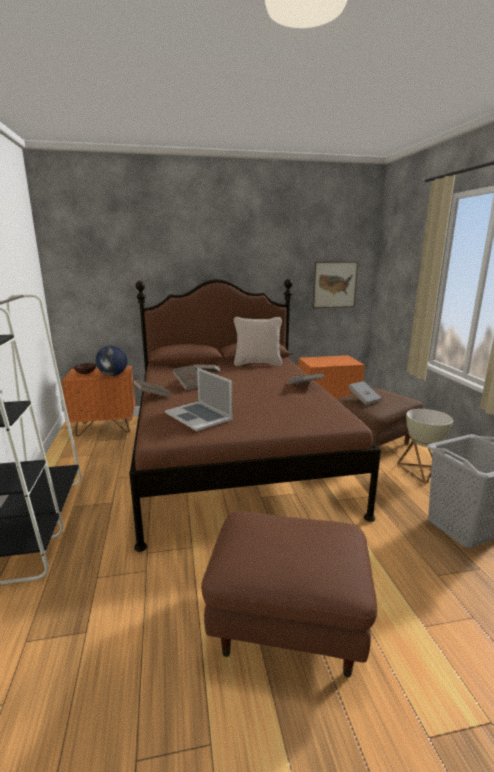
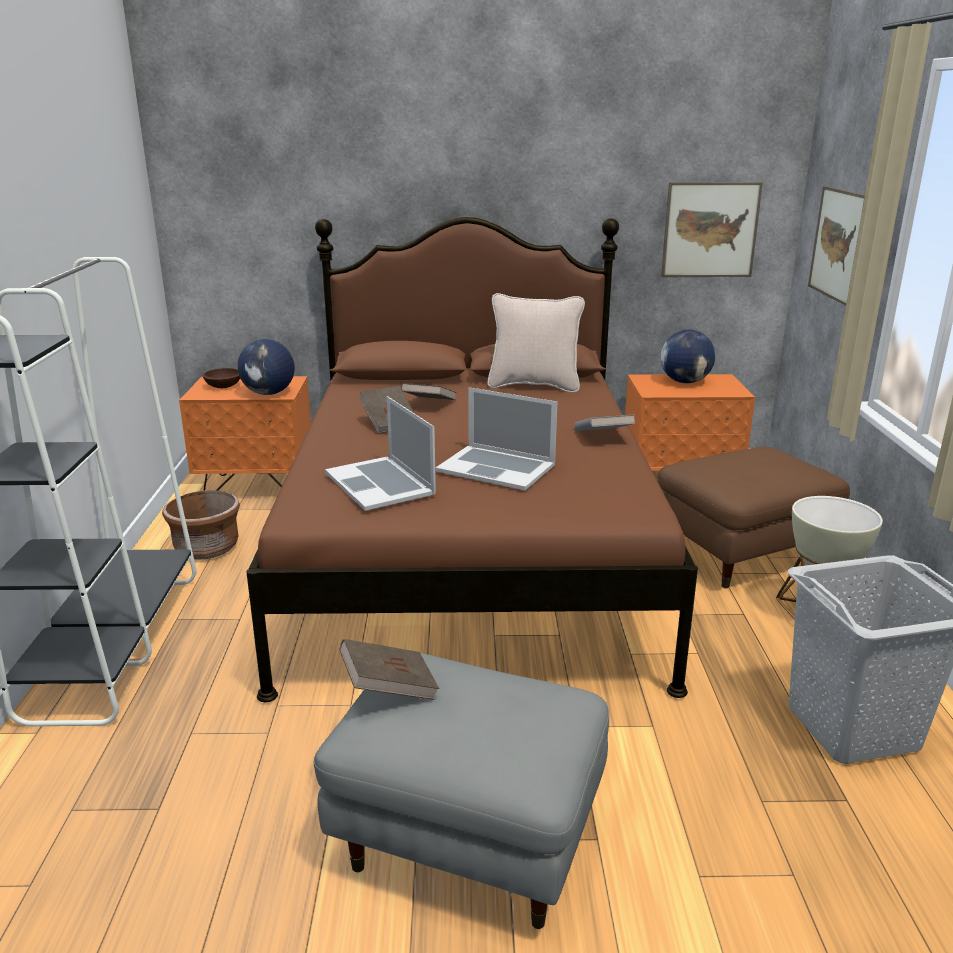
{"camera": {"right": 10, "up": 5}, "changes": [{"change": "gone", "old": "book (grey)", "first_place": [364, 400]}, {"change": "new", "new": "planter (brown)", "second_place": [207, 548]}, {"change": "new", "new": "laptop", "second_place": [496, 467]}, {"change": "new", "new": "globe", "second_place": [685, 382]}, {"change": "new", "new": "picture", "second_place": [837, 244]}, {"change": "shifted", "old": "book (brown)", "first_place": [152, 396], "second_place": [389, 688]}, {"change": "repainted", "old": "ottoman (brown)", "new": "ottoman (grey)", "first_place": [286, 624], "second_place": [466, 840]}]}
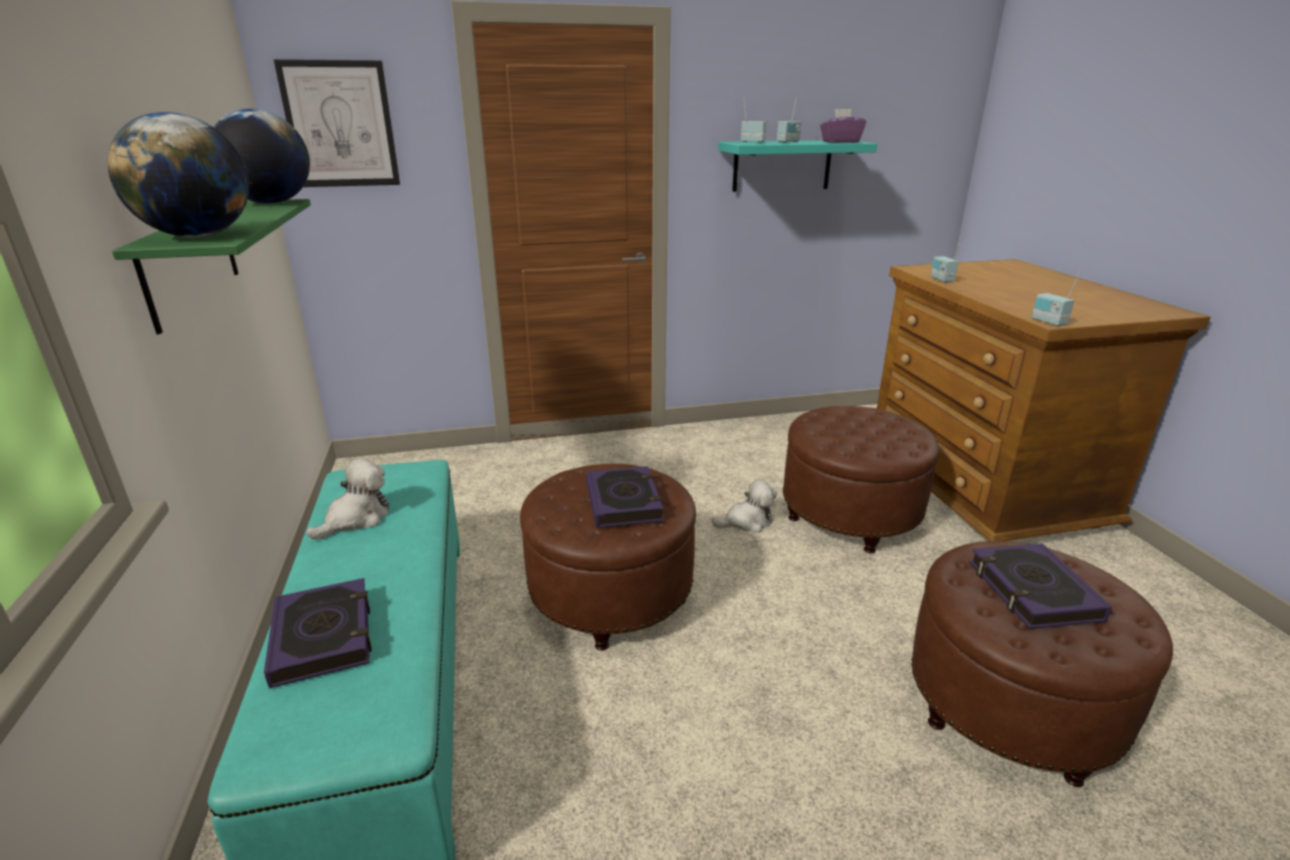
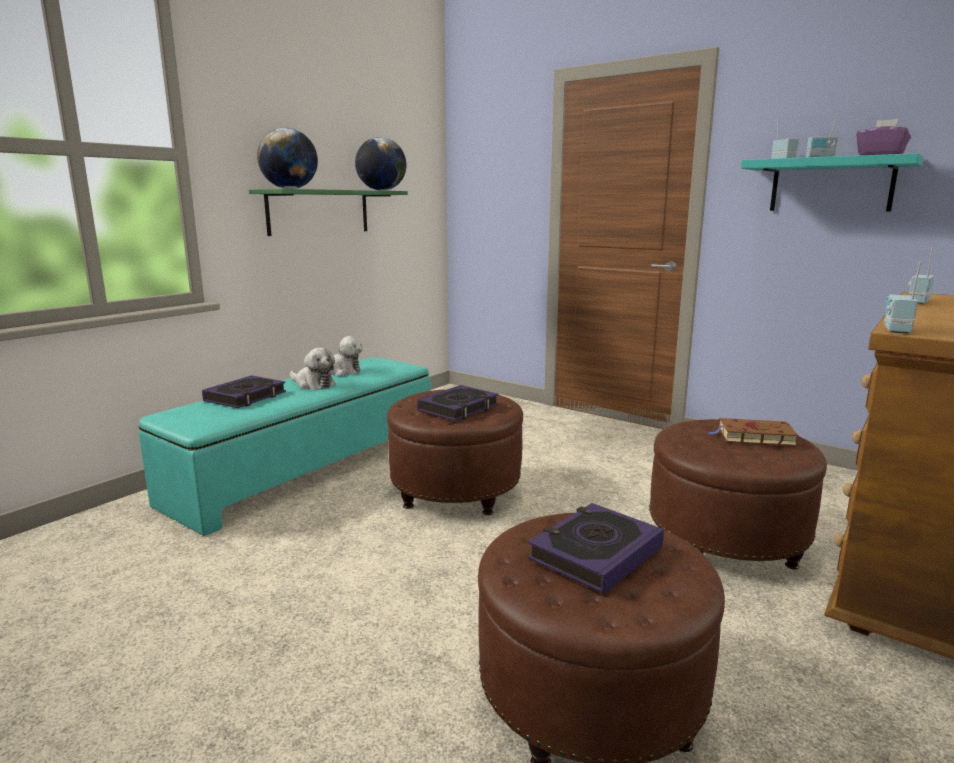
{"camera": {"right": 50, "up": -10}, "changes": [{"change": "gone", "old": "picture", "first_place": [340, 125]}, {"change": "new", "new": "book (brown)", "second_place": [753, 436]}, {"change": "shifted", "old": "plush toy", "first_place": [747, 522], "second_place": [313, 384]}]}
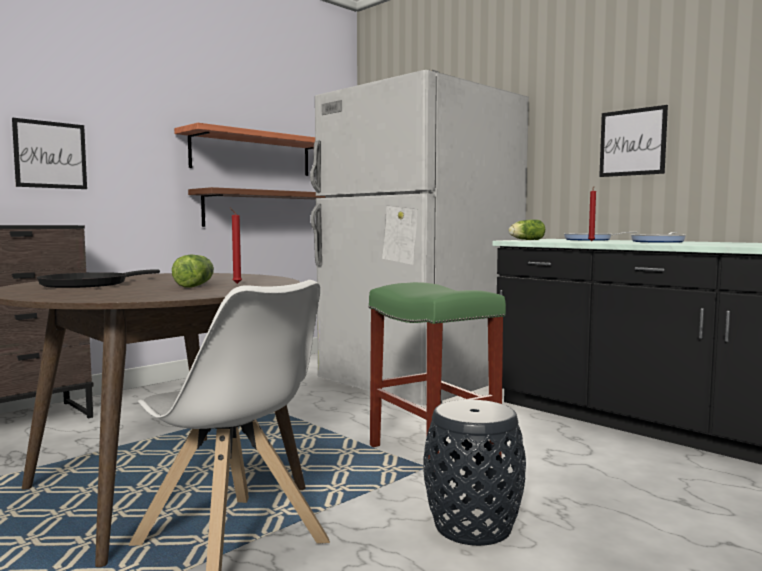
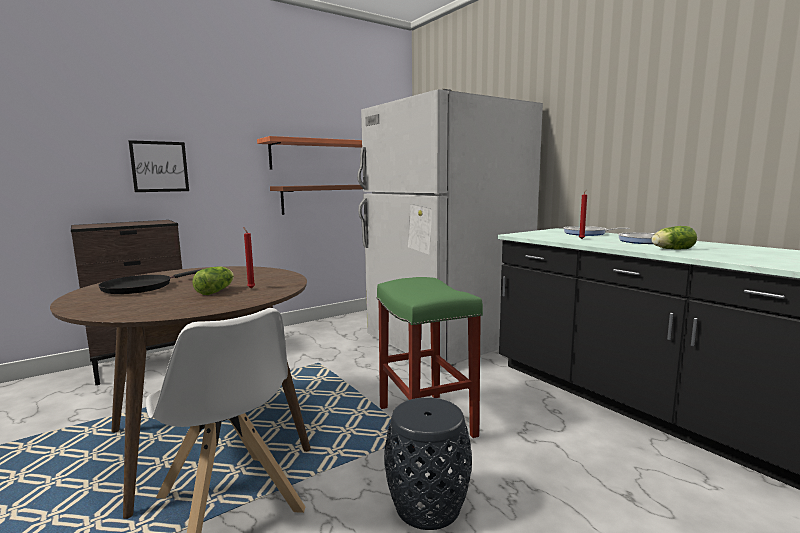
{"camera": {"right": 10, "up": 5}, "changes": [{"change": "gone", "old": "picture", "first_place": [632, 142]}, {"change": "shifted", "old": "lettuce", "first_place": [525, 240], "second_place": [671, 249]}]}
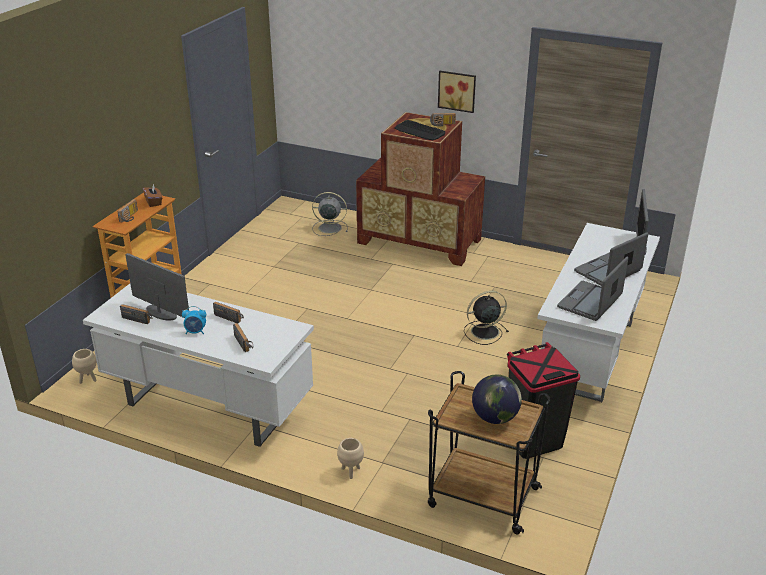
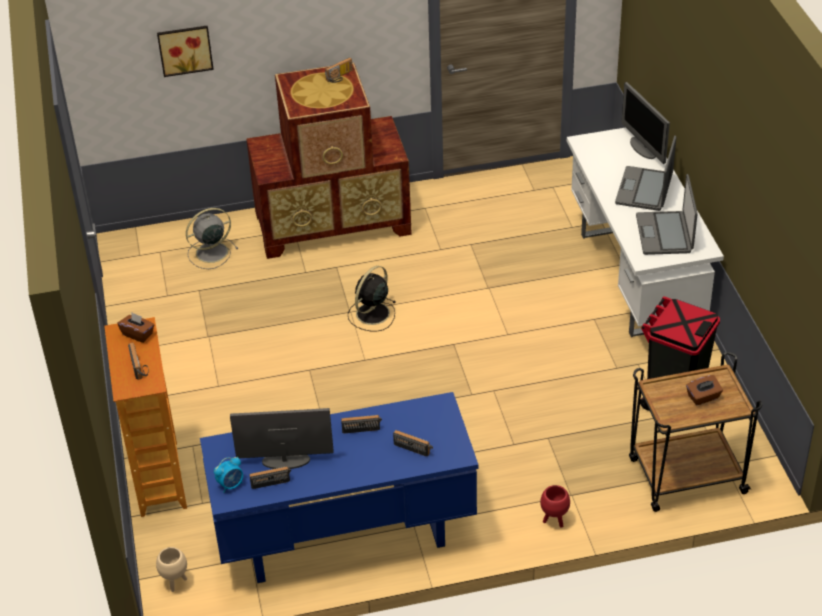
{"camera": {"right": -35, "up": 10}, "changes": [{"change": "gone", "old": "keyboard", "first_place": [419, 131]}, {"change": "shifted", "old": "alarm clock", "first_place": [196, 332], "second_place": [231, 485]}, {"change": "shifted", "old": "picture", "first_place": [457, 90], "second_place": [185, 49]}, {"change": "shifted", "old": "fan (black)", "first_place": [483, 332], "second_place": [372, 314]}, {"change": "swapped", "old": "globe", "new": "tissue box (brown)", "first_place": [495, 418], "second_place": [703, 397]}, {"change": "repainted", "old": "desk (white)", "new": "desk (blue)", "first_place": [207, 408], "second_place": [344, 538]}, {"change": "repainted", "old": "planter (beige)", "new": "planter (red)", "first_place": [351, 471], "second_place": [554, 520]}]}
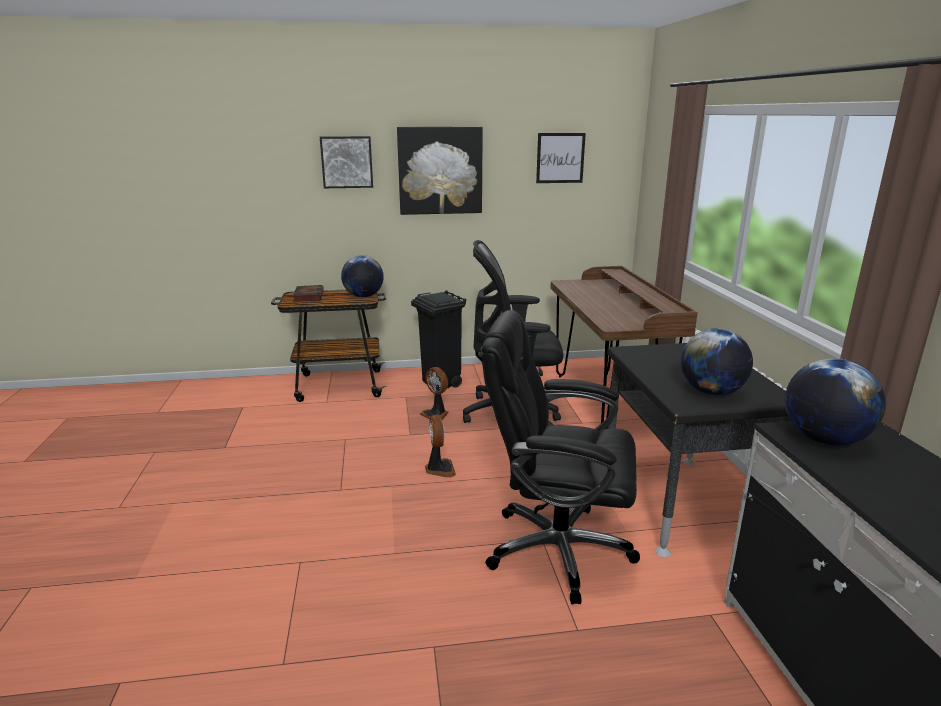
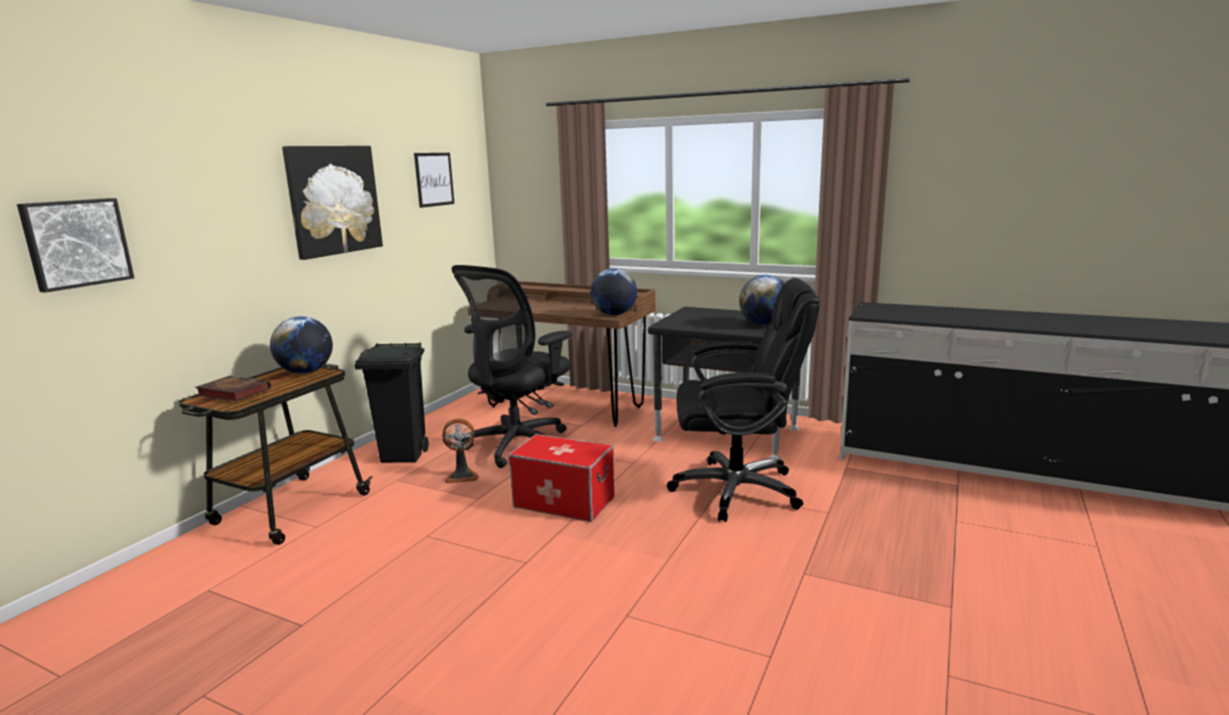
{"camera": {"right": -55, "up": -5}, "changes": [{"change": "shifted", "old": "picture", "first_place": [347, 162], "second_place": [76, 243]}, {"change": "shifted", "old": "globe", "first_place": [824, 440], "second_place": [614, 314]}, {"change": "swapped", "old": "fan", "new": "storage box", "first_place": [439, 469], "second_place": [563, 502]}, {"change": "rotated", "old": "office chair (black)", "first_place": [558, 549], "second_place": [736, 490], "degrees": -135}]}
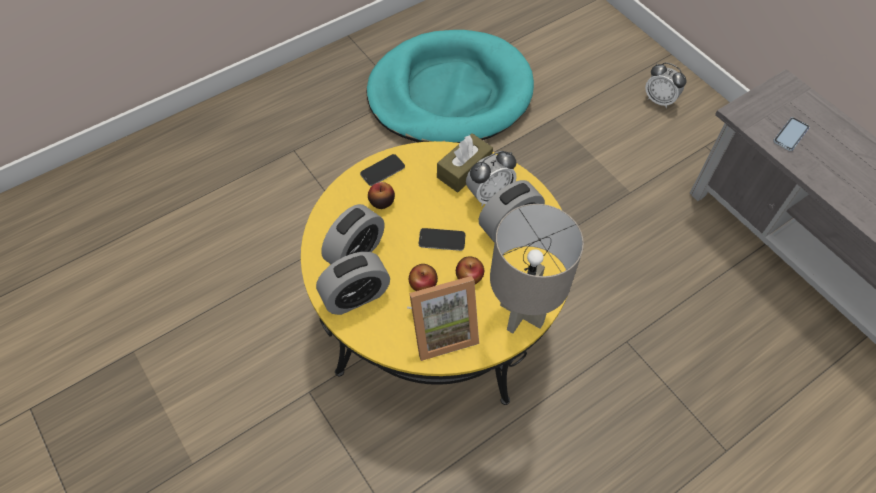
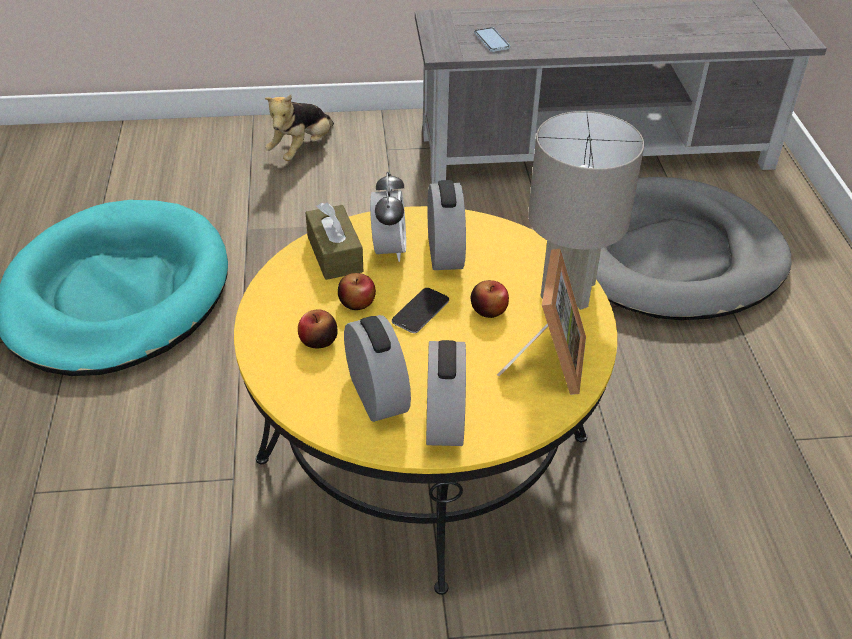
{"camera": {"right": -60, "up": -15}, "changes": [{"change": "gone", "old": "phone", "first_place": [382, 170]}, {"change": "new", "new": "dog bed (grey)", "second_place": [669, 256]}, {"change": "shifted", "old": "apple", "first_place": [423, 284], "second_place": [357, 302]}, {"change": "swapped", "old": "alarm clock", "new": "plush toy", "first_place": [659, 100], "second_place": [302, 149]}]}
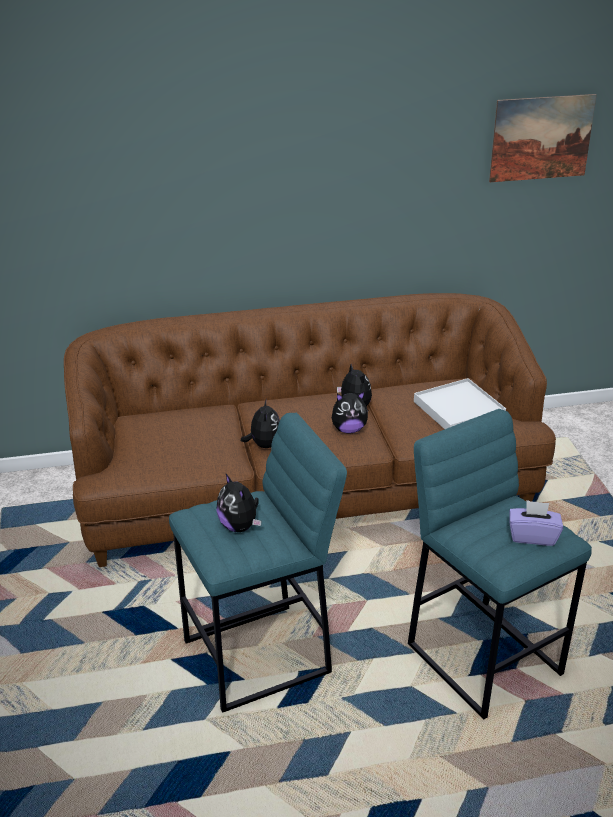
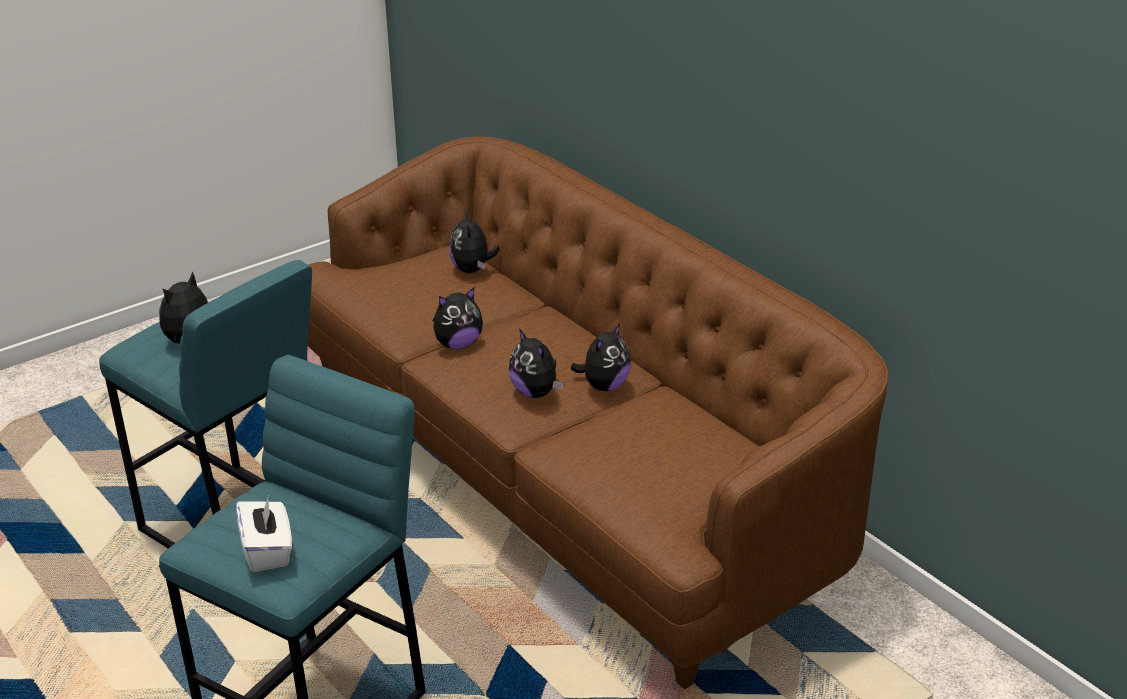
{"camera": {"right": 65, "up": 0}, "changes": [{"change": "gone", "old": "tray (white)", "first_place": [458, 409]}, {"change": "gone", "old": "picture", "first_place": [541, 138]}, {"change": "new", "new": "plush toy", "second_place": [472, 270]}, {"change": "repainted", "old": "tissue box (purple)", "new": "tissue box (white)", "first_place": [533, 536], "second_place": [268, 551]}]}
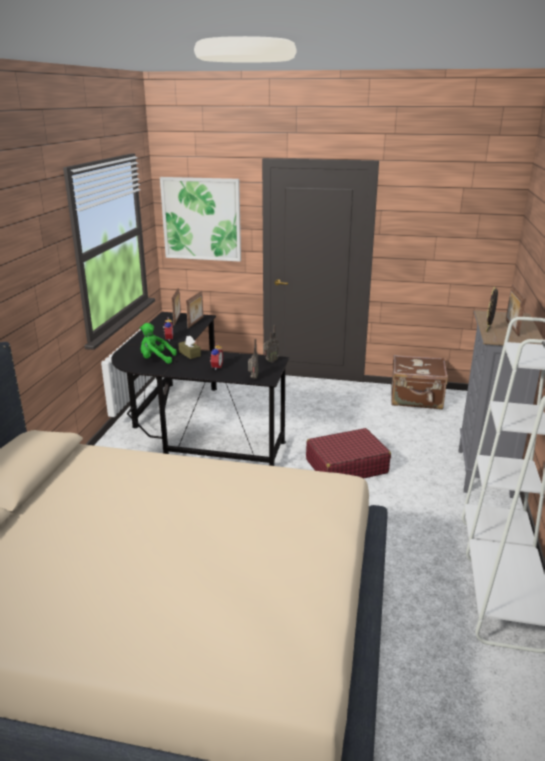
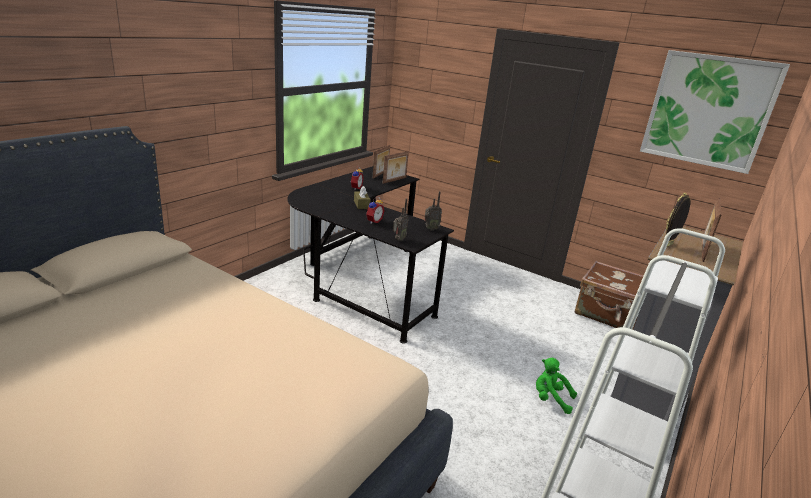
{"camera": {"right": 20, "up": 0}, "changes": [{"change": "gone", "old": "suitcase (red)", "first_place": [346, 466]}, {"change": "shifted", "old": "plush toy (green)", "first_place": [156, 359], "second_place": [550, 399]}, {"change": "shifted", "old": "picture", "first_place": [201, 219], "second_place": [708, 111]}]}
